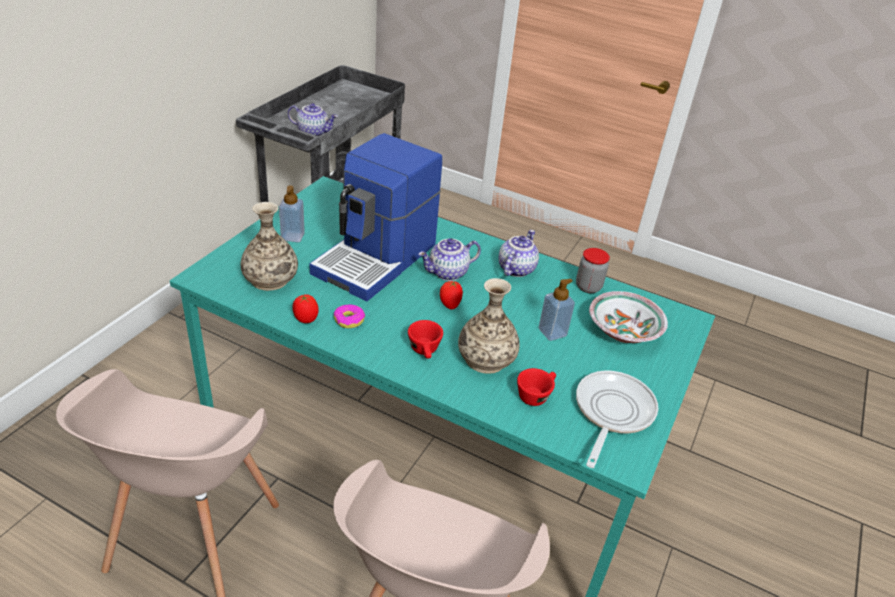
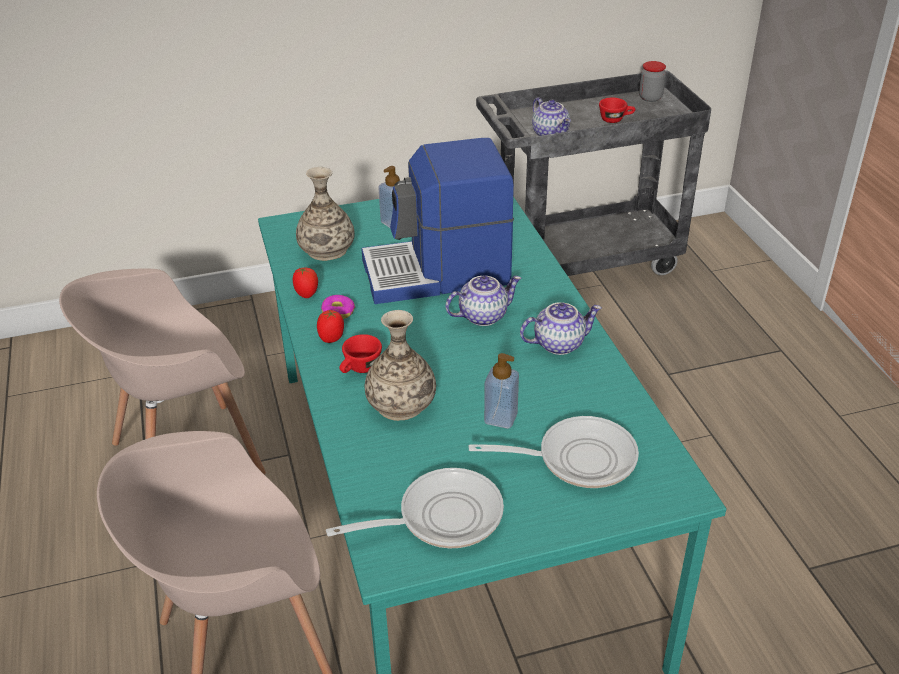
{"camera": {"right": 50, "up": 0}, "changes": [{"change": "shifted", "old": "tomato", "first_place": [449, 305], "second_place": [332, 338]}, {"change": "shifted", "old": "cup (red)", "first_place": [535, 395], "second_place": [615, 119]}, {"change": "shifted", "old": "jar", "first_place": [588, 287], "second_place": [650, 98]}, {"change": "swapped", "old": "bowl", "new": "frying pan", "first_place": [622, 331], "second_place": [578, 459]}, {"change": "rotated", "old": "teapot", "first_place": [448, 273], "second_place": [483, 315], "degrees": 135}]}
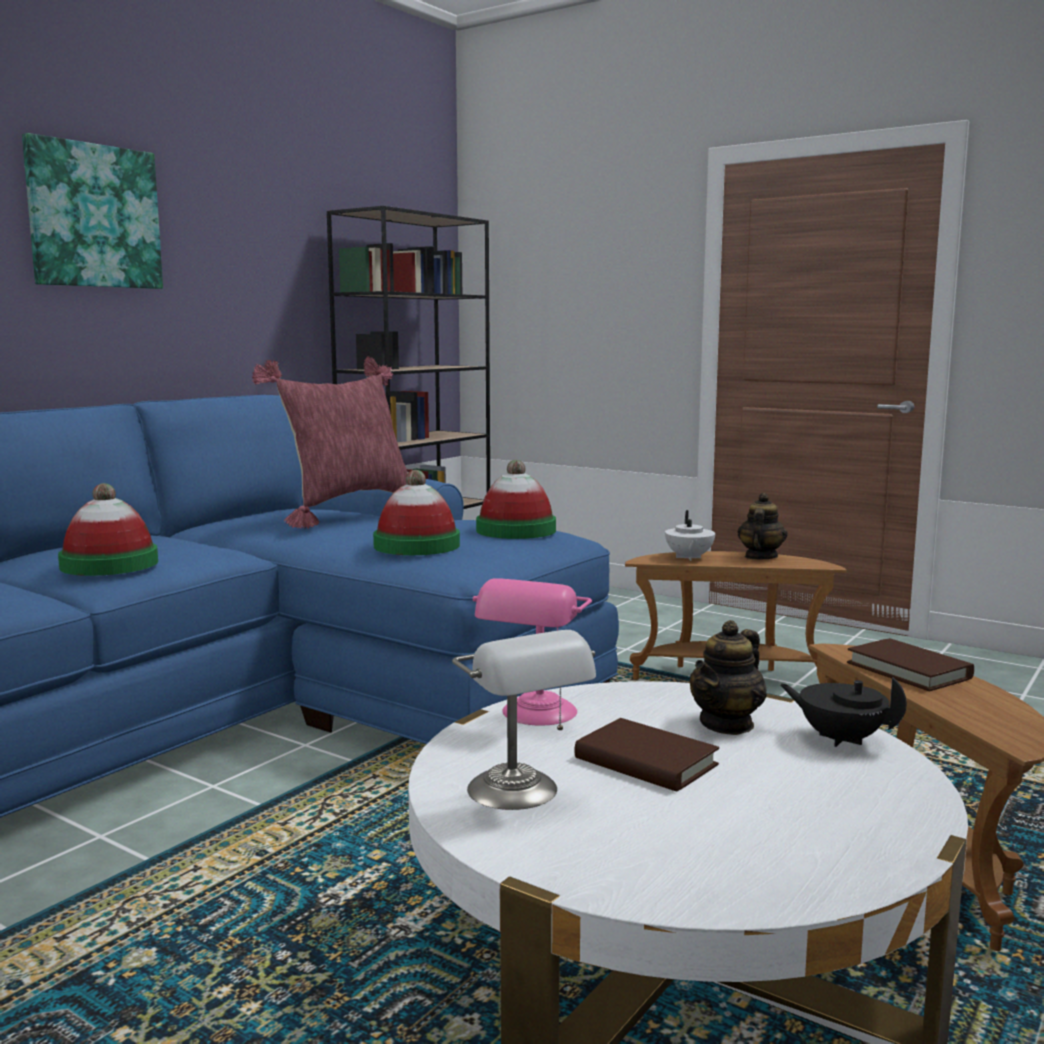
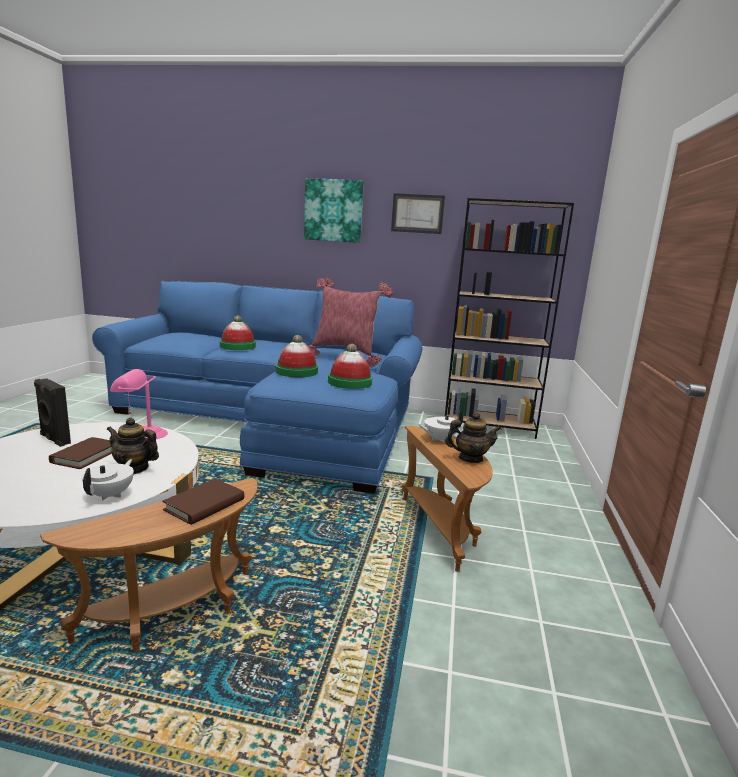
{"camera": {"right": 65, "up": 5}, "changes": [{"change": "new", "new": "picture", "second_place": [417, 213]}, {"change": "swapped", "old": "table lamp (white)", "new": "speaker (black)", "first_place": [523, 796], "second_place": [54, 439]}, {"change": "repainted", "old": "teapot (black)", "new": "teapot (white)", "first_place": [840, 739], "second_place": [111, 495]}]}
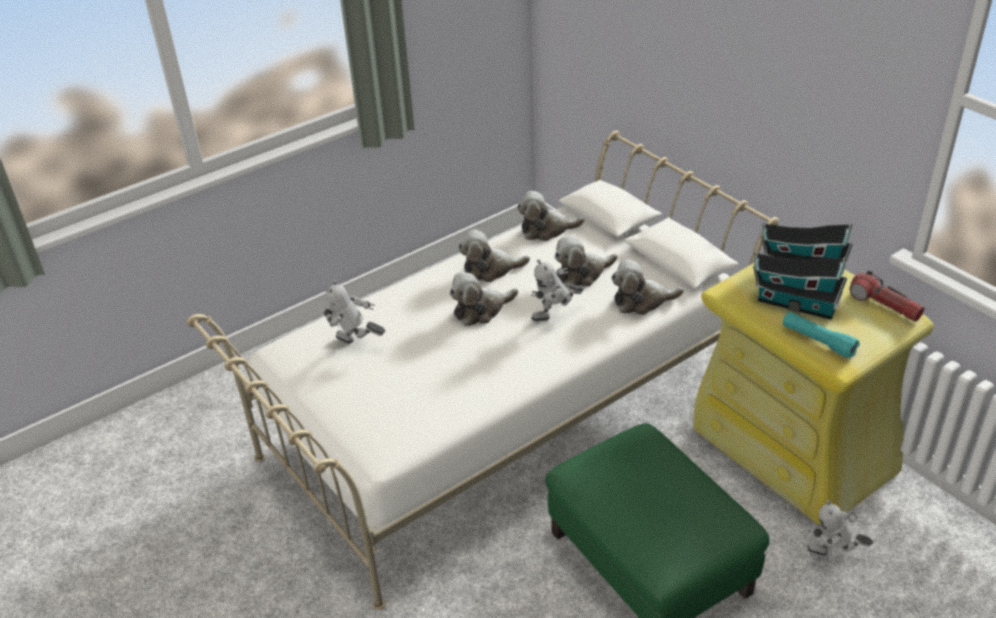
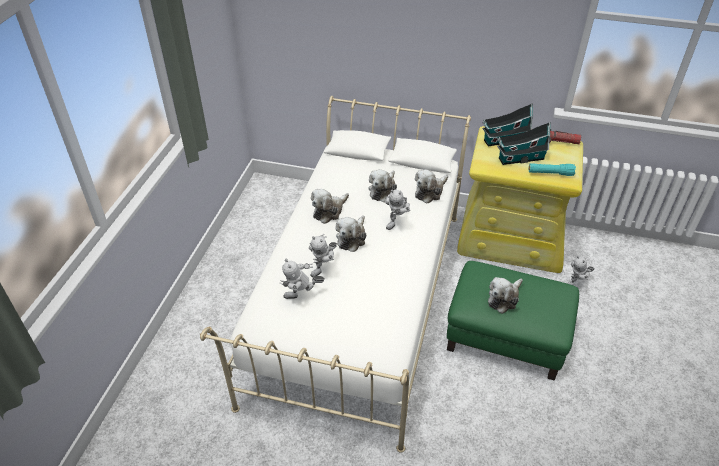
{"camera": {"right": -40, "up": 5}, "changes": [{"change": "new", "new": "toy robot", "second_place": [324, 269]}, {"change": "shifted", "old": "plush toy", "first_place": [546, 230], "second_place": [504, 298]}]}
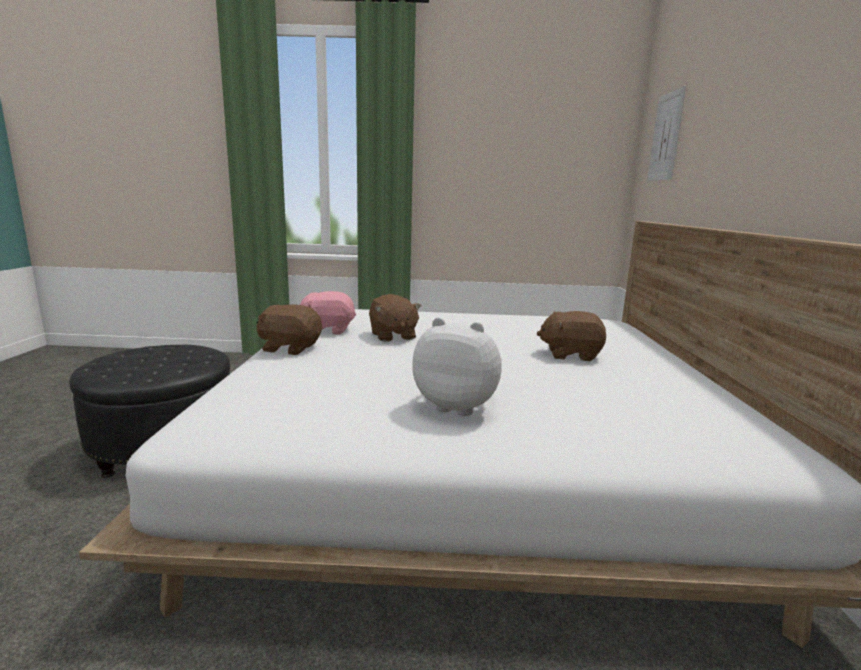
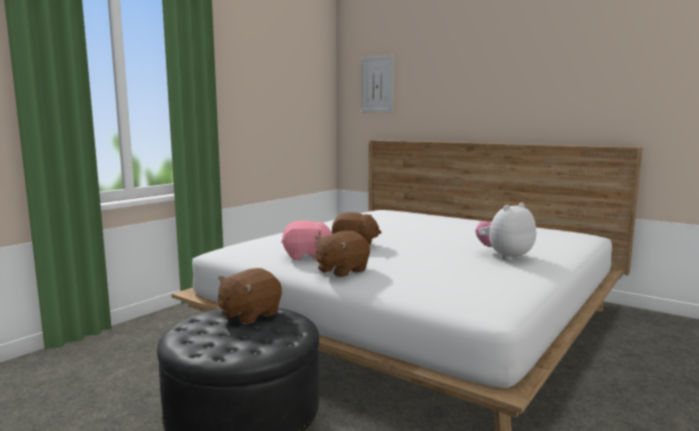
{"camera": {"right": -55, "up": -5}, "changes": [{"change": "shifted", "old": "plush toy (brown)", "first_place": [570, 354], "second_place": [249, 314]}, {"change": "rotated", "old": "plush toy (pink)", "first_place": [327, 330], "second_place": [307, 256], "degrees": -120}]}
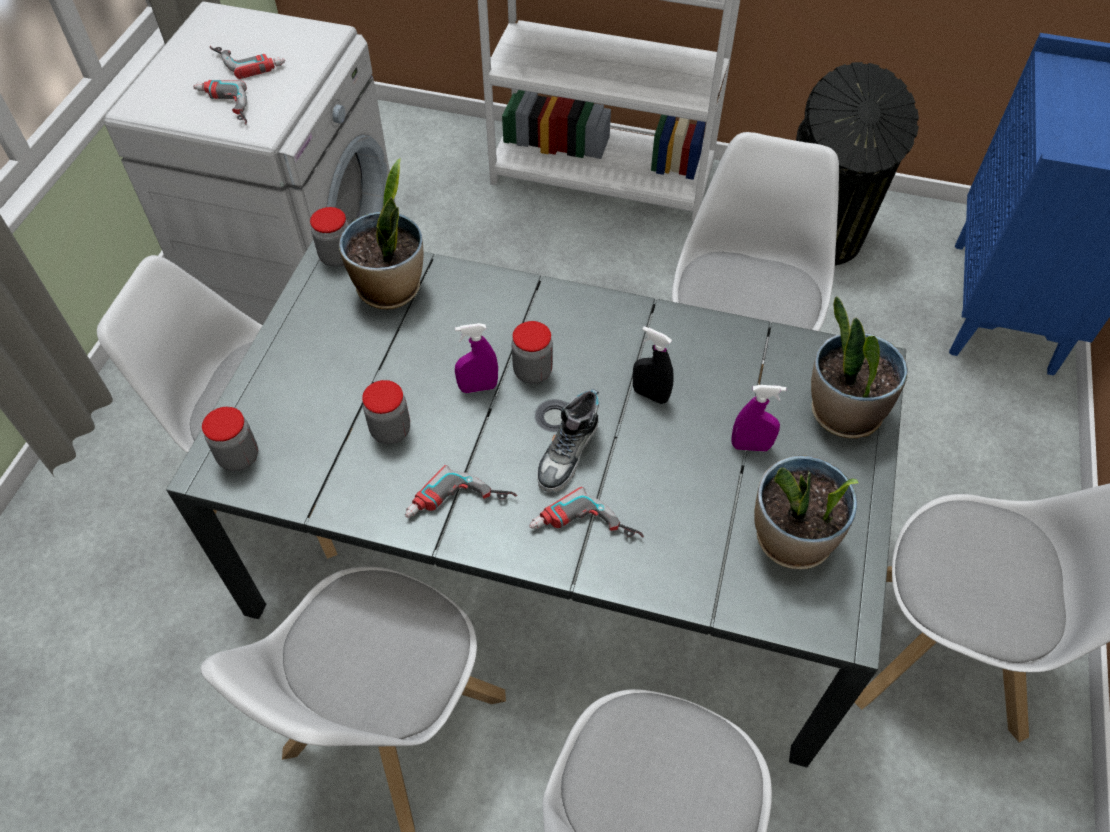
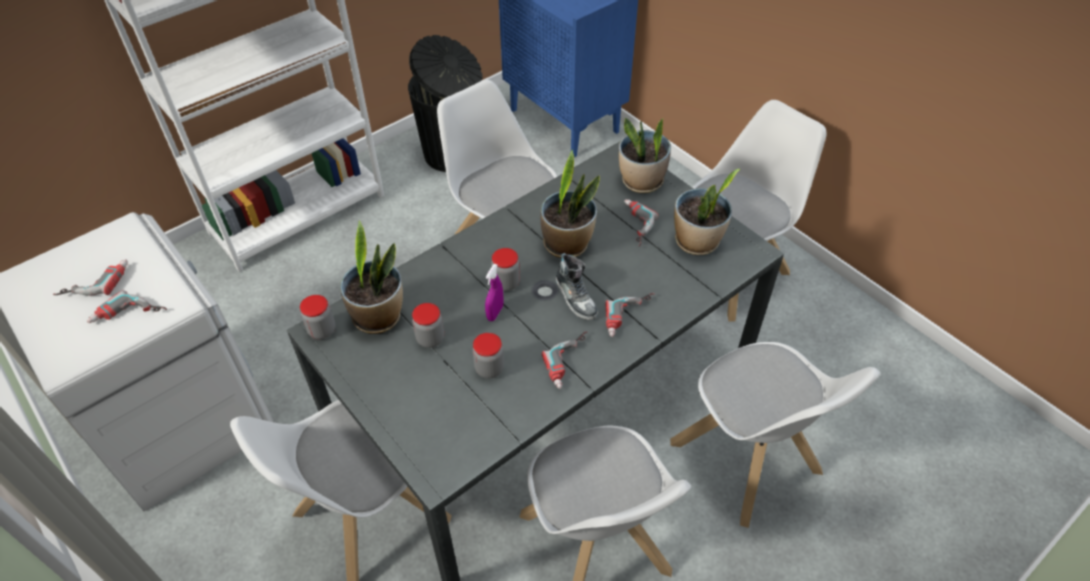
{"camera": {"right": -55, "up": -5}, "changes": [{"change": "shifted", "old": "jar", "first_place": [239, 457], "second_place": [430, 339]}, {"change": "swapped", "old": "spray bottle (black)", "new": "potted plant", "first_place": [650, 395], "second_place": [567, 244]}, {"change": "swapped", "old": "spray bottle (purple)", "new": "power drill", "first_place": [750, 446], "second_place": [632, 225]}]}
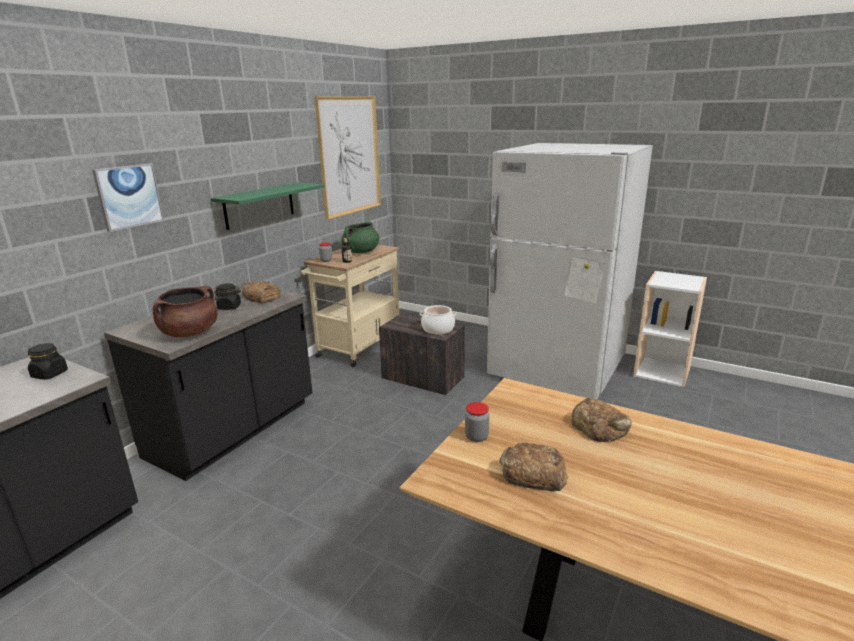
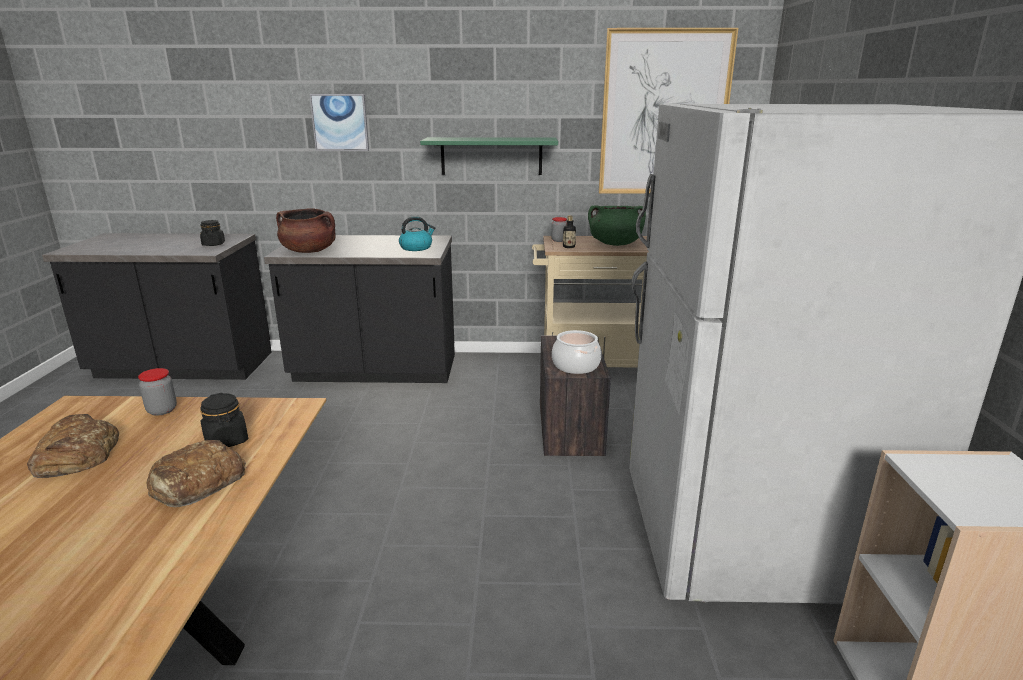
{"camera": {"right": 60, "up": 0}, "changes": [{"change": "shifted", "old": "jar (black)", "first_place": [229, 307], "second_place": [226, 440]}, {"change": "swapped", "old": "bread", "new": "kettle", "first_place": [262, 297], "second_place": [416, 248]}]}
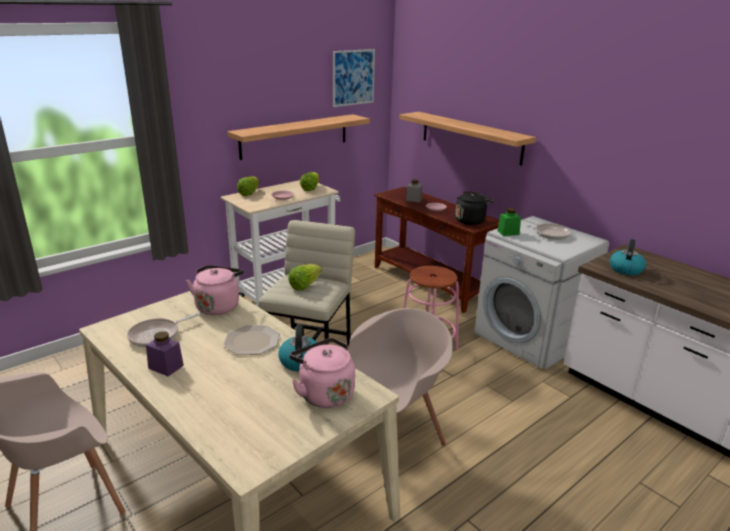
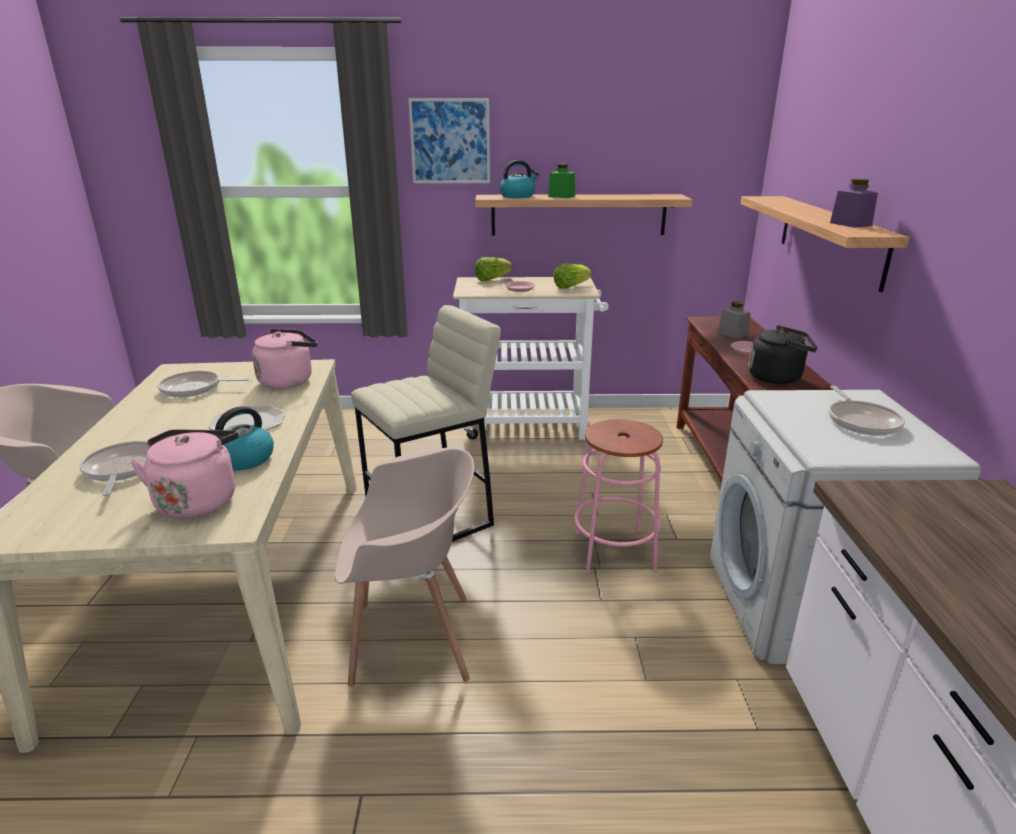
{"camera": {"right": 40, "up": 0}, "changes": [{"change": "gone", "old": "lettuce", "first_place": [304, 285]}, {"change": "new", "new": "frying pan", "second_place": [122, 470]}, {"change": "shifted", "old": "jar (purple)", "first_place": [166, 367], "second_place": [850, 224]}, {"change": "shifted", "old": "picture", "first_place": [353, 77], "second_place": [450, 141]}, {"change": "shifted", "old": "jar (green)", "first_place": [508, 232], "second_place": [561, 196]}, {"change": "shifted", "old": "kettle", "first_place": [625, 269], "second_place": [518, 196]}]}
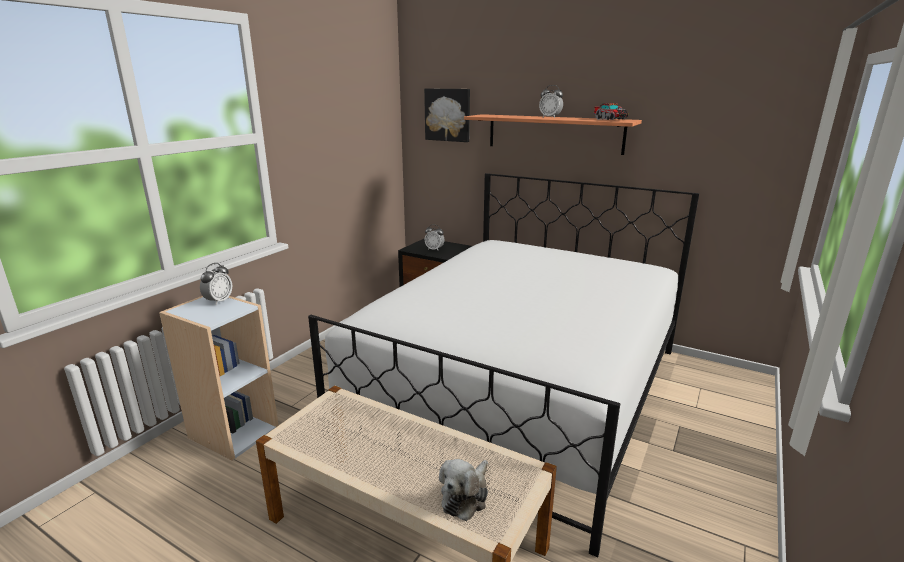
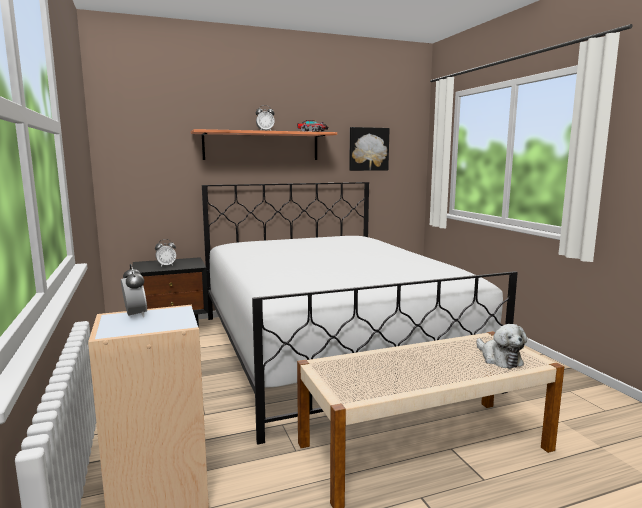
{"camera": {"right": -50, "up": -10}, "changes": [{"change": "shifted", "old": "picture", "first_place": [448, 115], "second_place": [368, 149]}]}
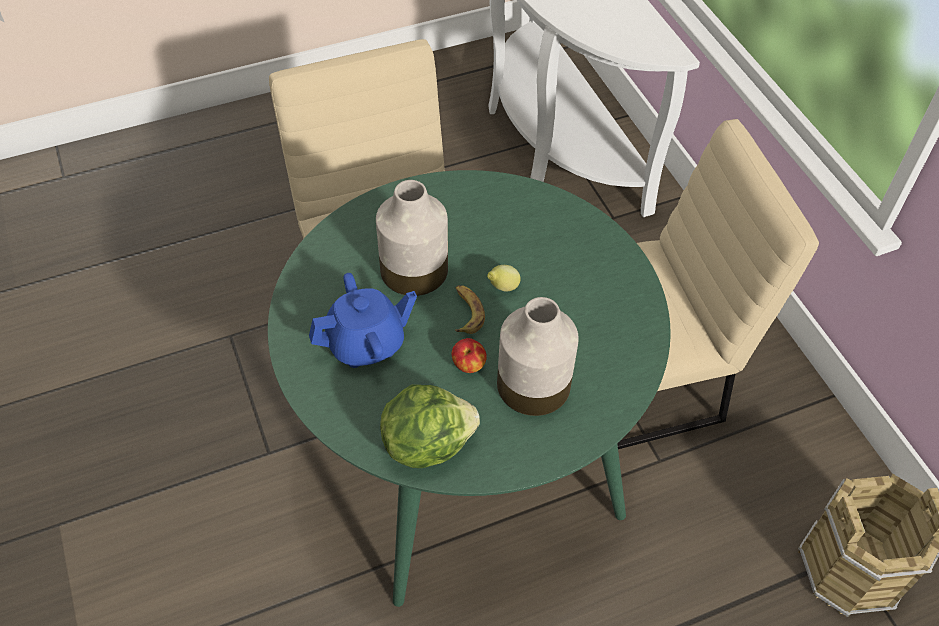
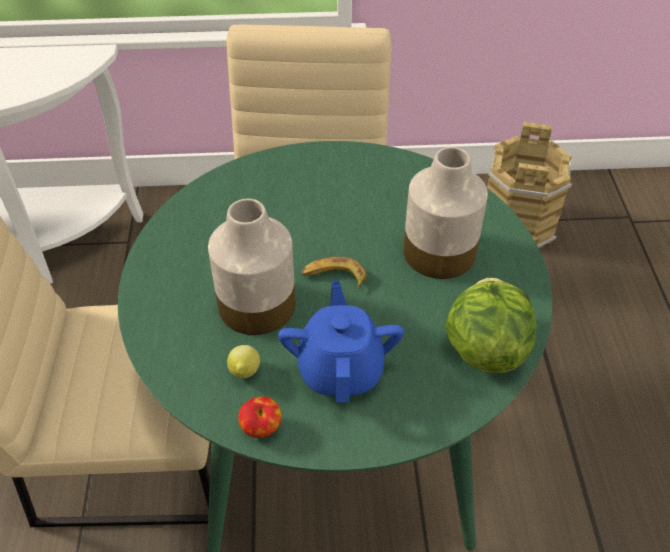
{"camera": {"right": -70, "up": -5}, "changes": [{"change": "shifted", "old": "apple", "first_place": [468, 365], "second_place": [261, 428]}, {"change": "shifted", "old": "lemon", "first_place": [502, 287], "second_place": [244, 373]}]}
